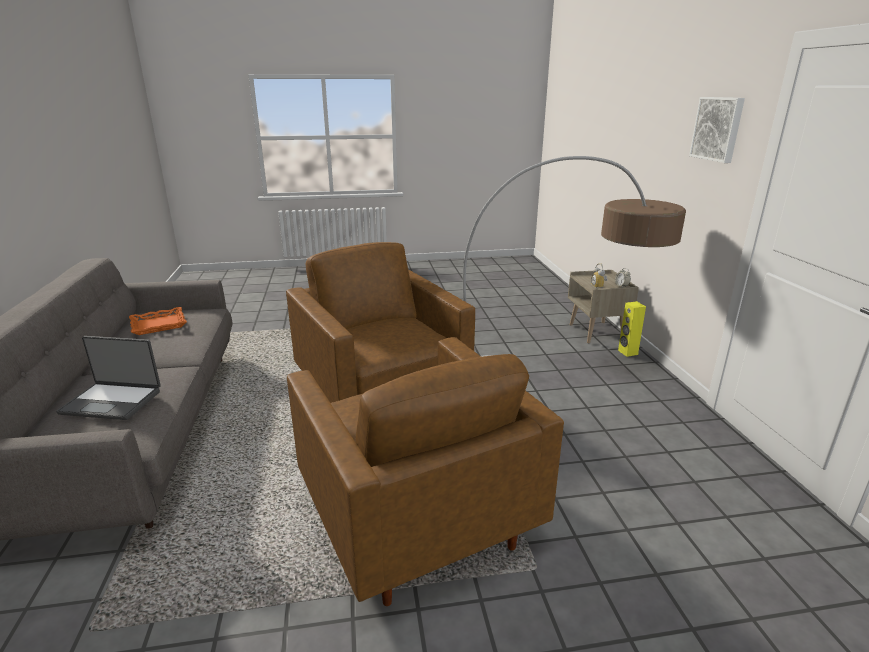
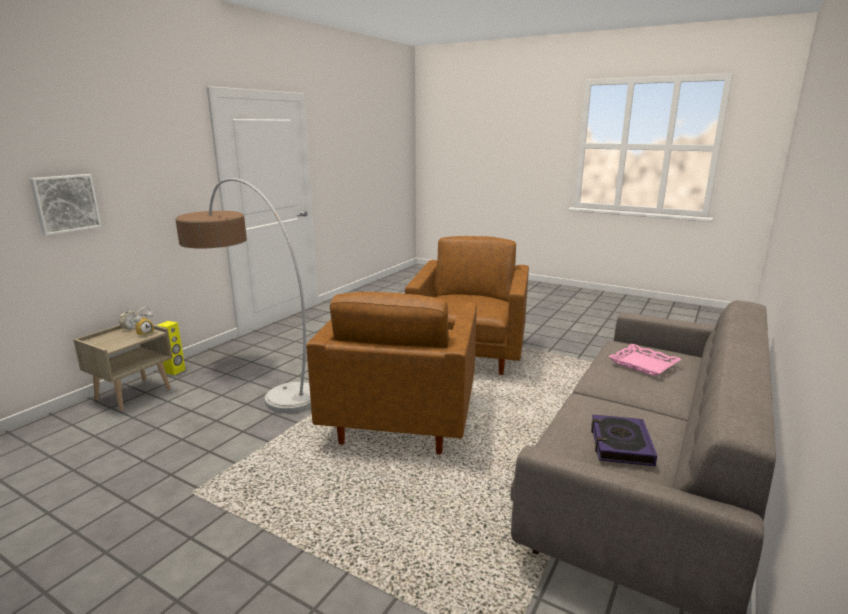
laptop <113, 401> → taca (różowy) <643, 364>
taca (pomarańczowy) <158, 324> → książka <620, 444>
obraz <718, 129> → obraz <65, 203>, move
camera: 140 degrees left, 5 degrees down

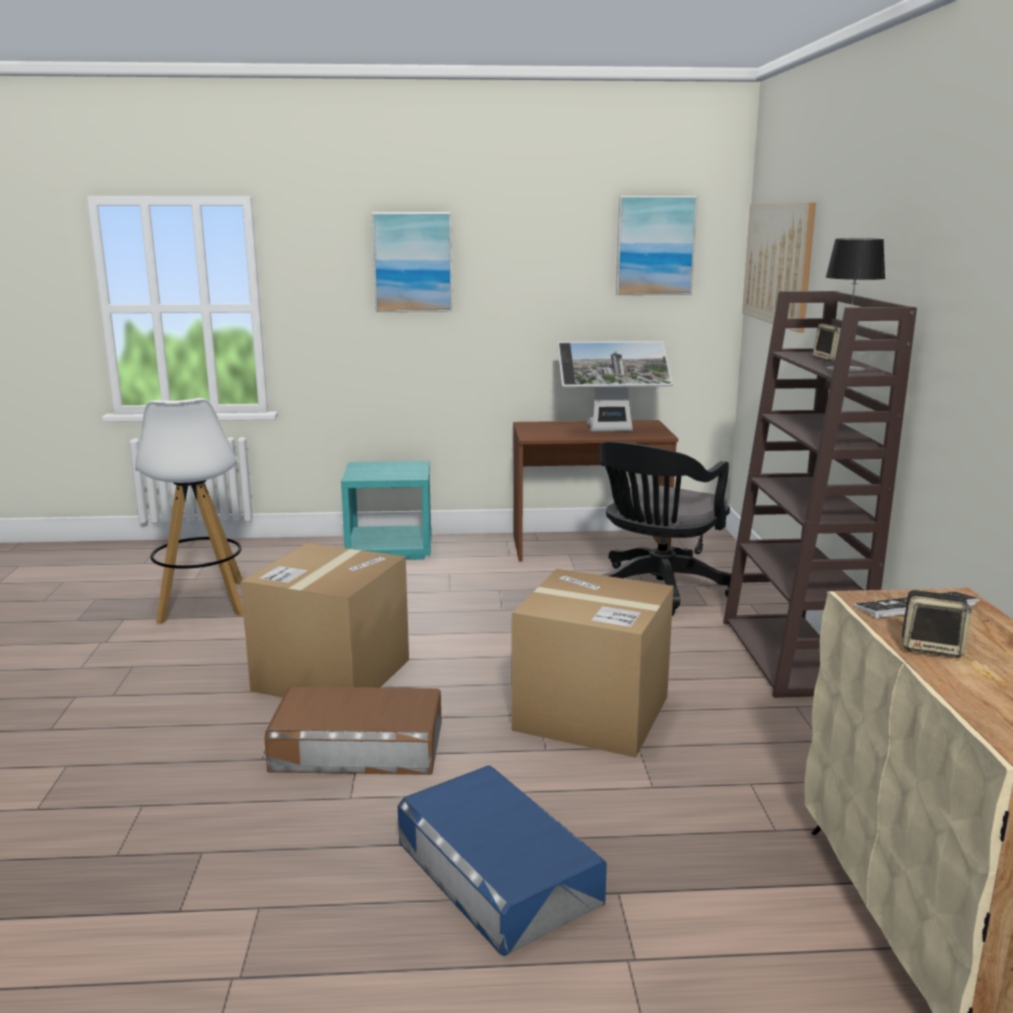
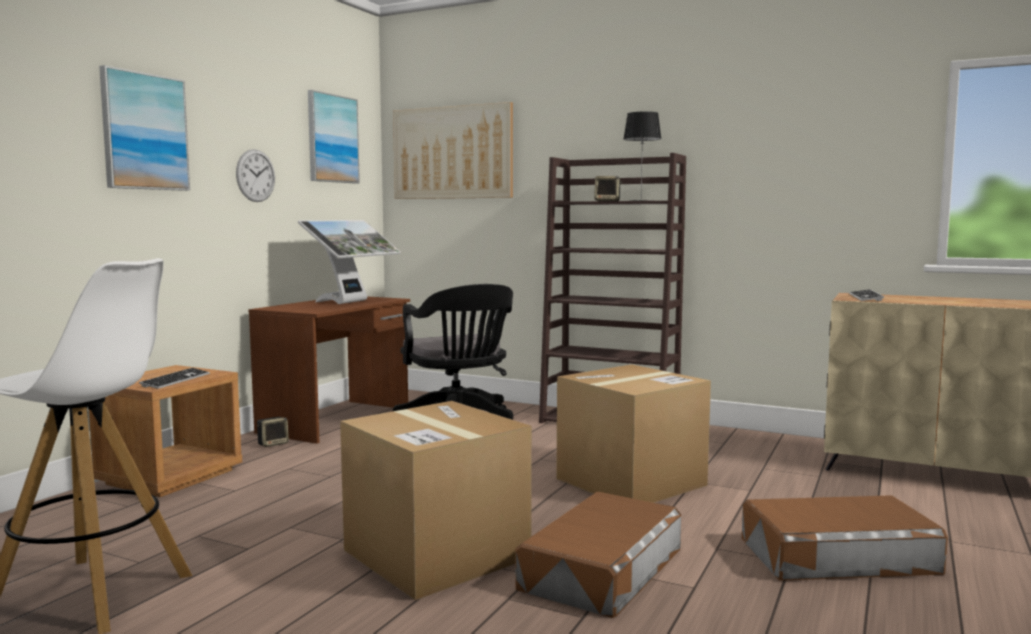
szafka nocna (turkusowy) <390, 549> → szafka nocna (brązowy) <171, 477>
pojemnik do przechowywania (niebieski) <498, 871> → pojemnik do przechowywania (brązowy) <837, 555>
głośnik <932, 648> → głośnik <273, 444>, move
- → klawiatura <176, 380>
- → zegar ścienny <255, 175>
camera: 60 degrees left, 10 degrees down

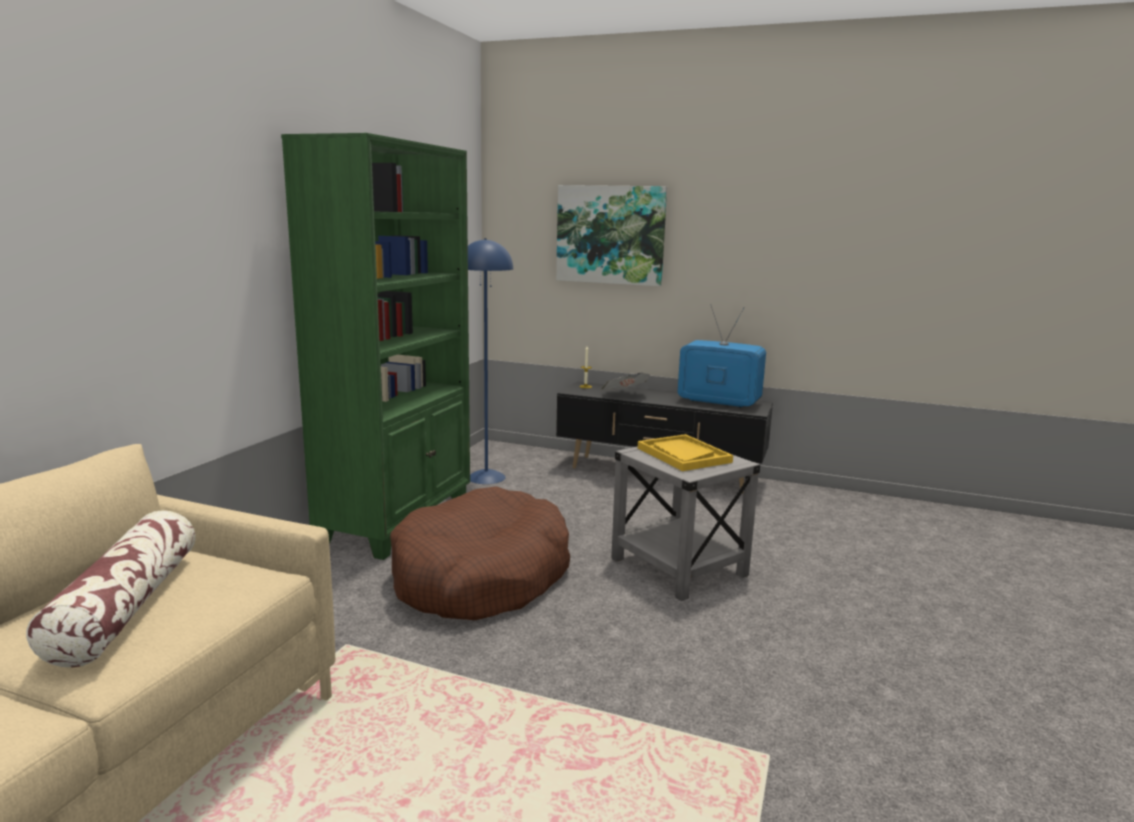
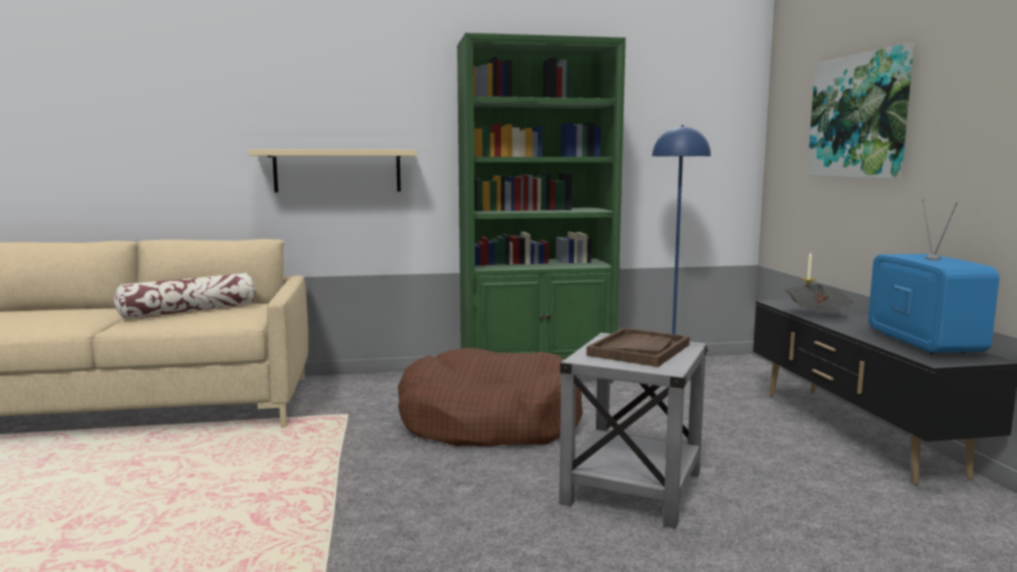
taca (żółty) <683, 455> → taca (brązowy) <639, 350>
- → półka (beżowy) <337, 171>
camera: 60 degrees right, 5 degrees down

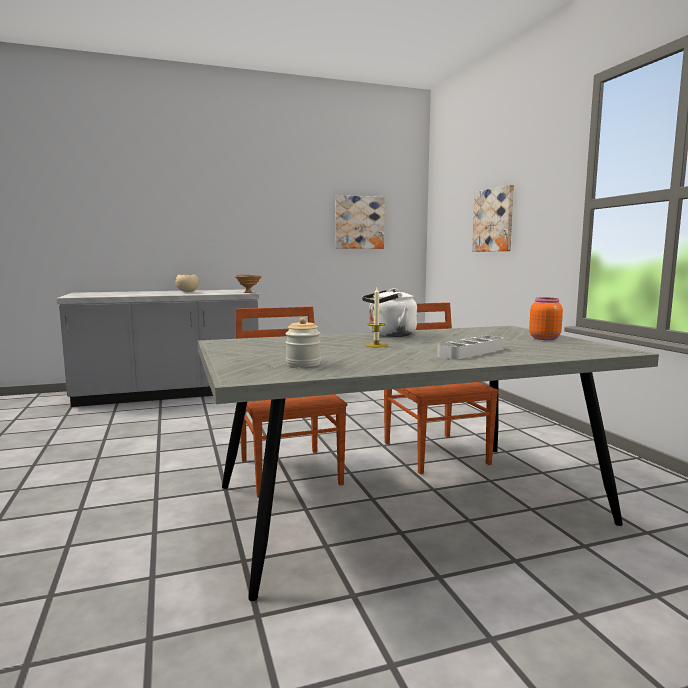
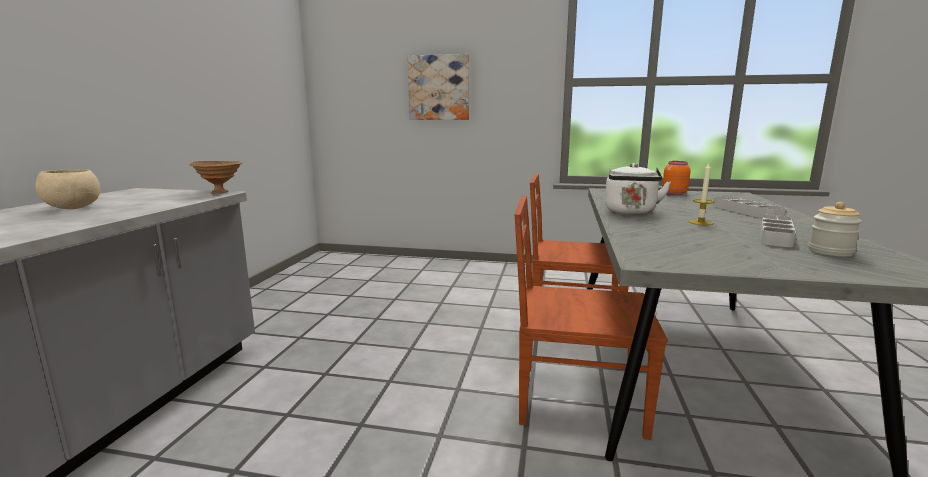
obraz <359, 222> → -
- → taca (szary) <775, 235>
camera: 60 degrees left, 5 degrees up

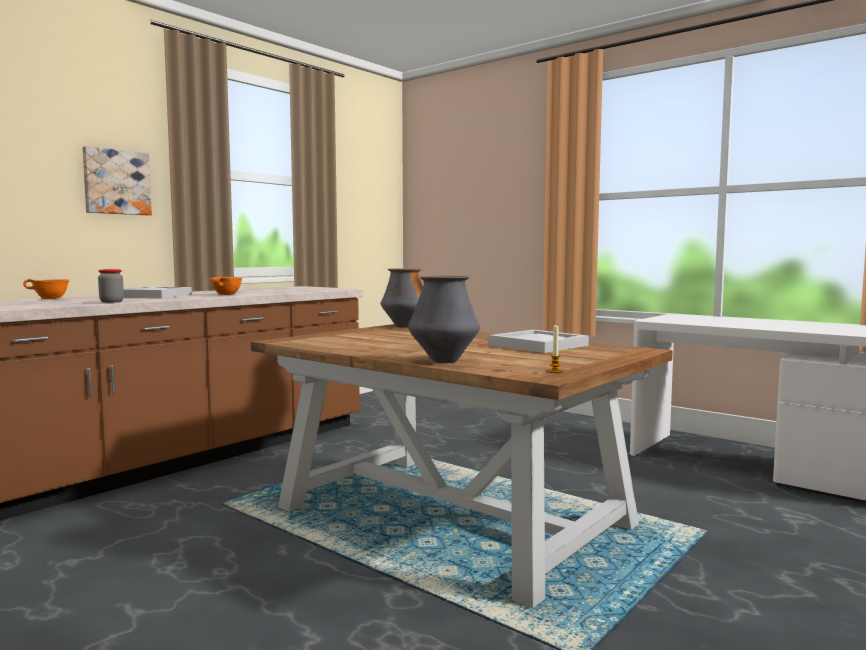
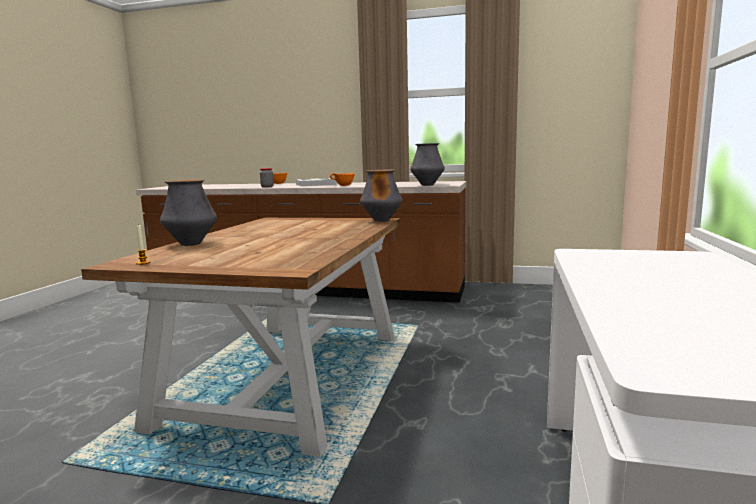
obraz <116, 182> → -
taca (biały) <538, 345> → -
- → wazon <427, 185>
camera: 65 degrees right, 5 degrees up

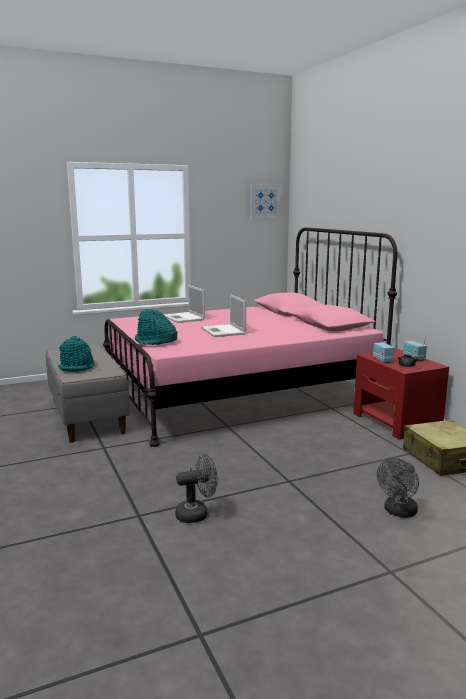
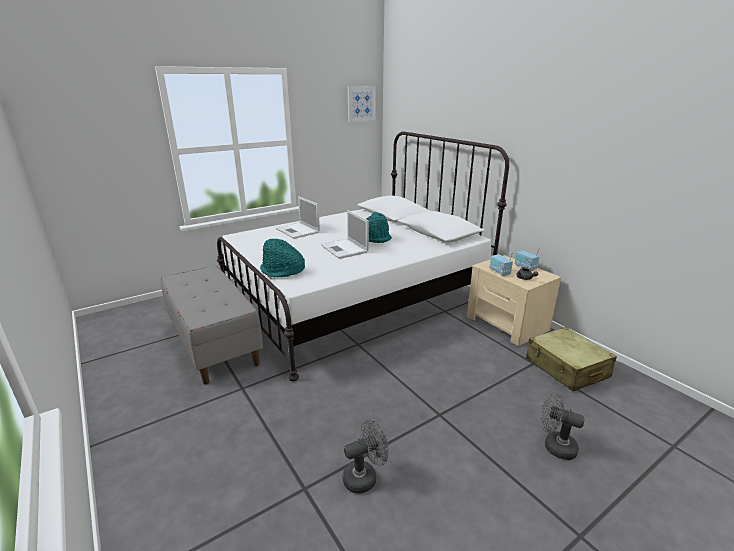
kapelusz (turkusowy) <77, 367> → kapelusz (turkusowy) <376, 238>, move
łóżko (różowy) <239, 393> → łóżko (biały) <356, 299>
szafka nocna (czerwony) <396, 422> → szafka nocna (beżowy) <507, 323>
wentylator (szary) <398, 512> → wentylator (szary) <554, 446>, 90 degrees clockwise
camera: 10 degrees left, 10 degrees up

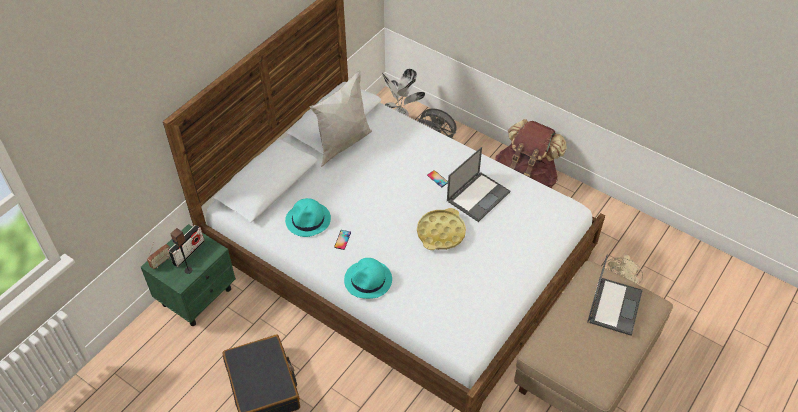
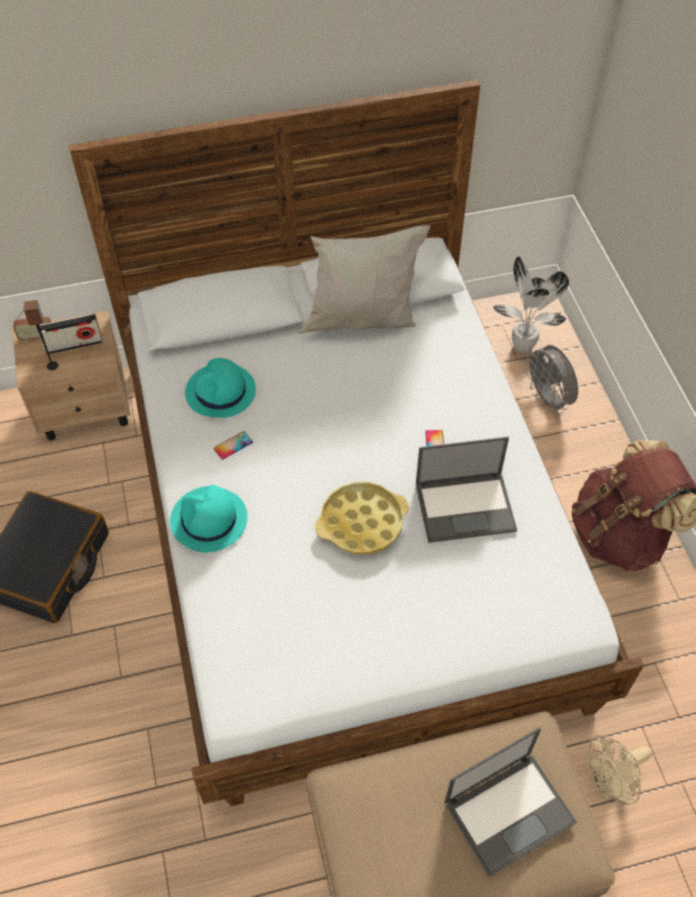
szafka nocna (zielony) <198, 296> → szafka nocna (beżowy) <86, 408>
camera: 40 degrees right, 5 degrees up

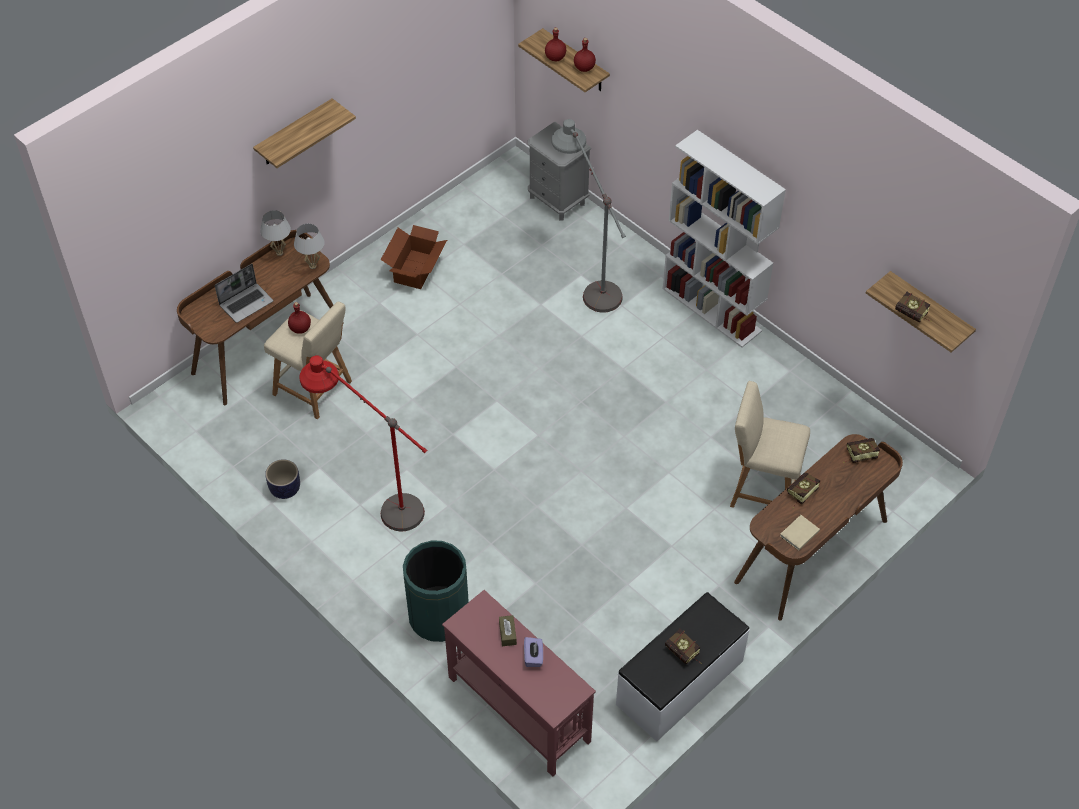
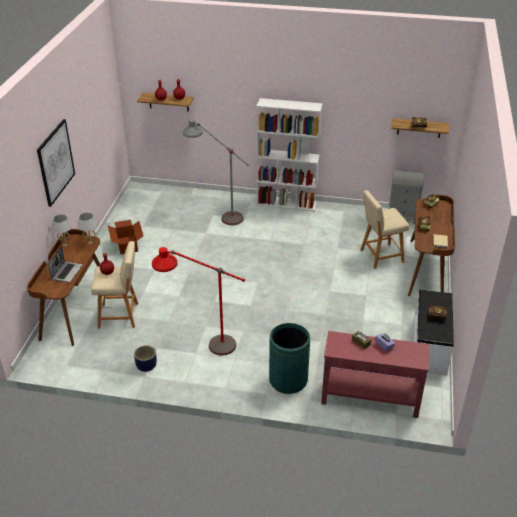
półka <294, 133> → obraz <55, 162>
szafka nocna (szary) <557, 200> → szafka nocna (szary) <402, 217>, move
camera: 35 degrees left, 15 degrees down

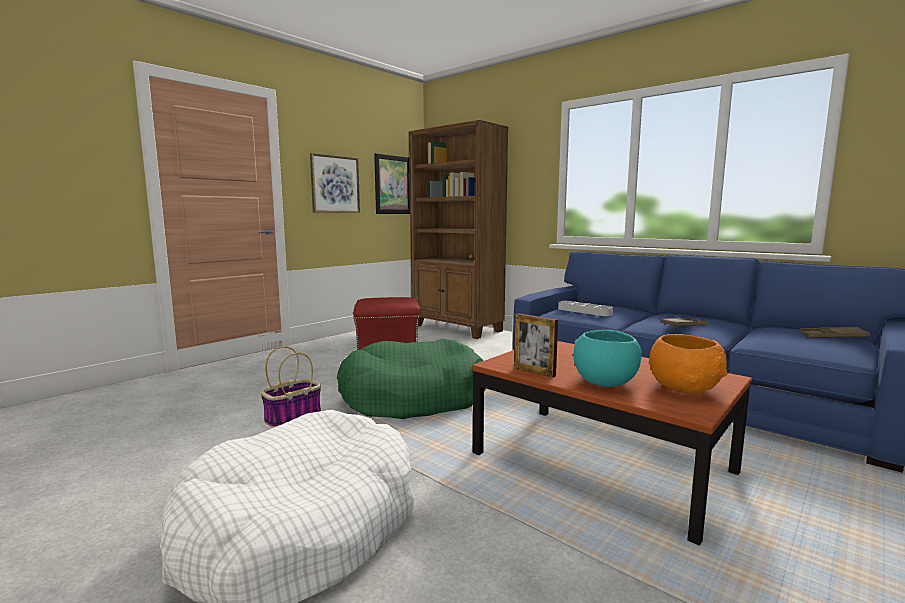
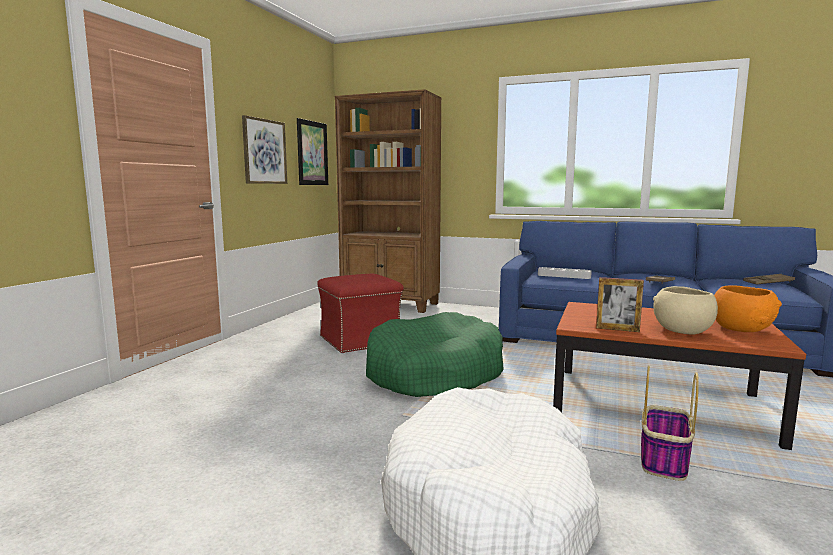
koszyk <293, 417> → koszyk <663, 460>, move
miska (turkusowy) <604, 381> → miska (beżowy) <681, 331>
camera: 20 degrees left, 0 degrees up

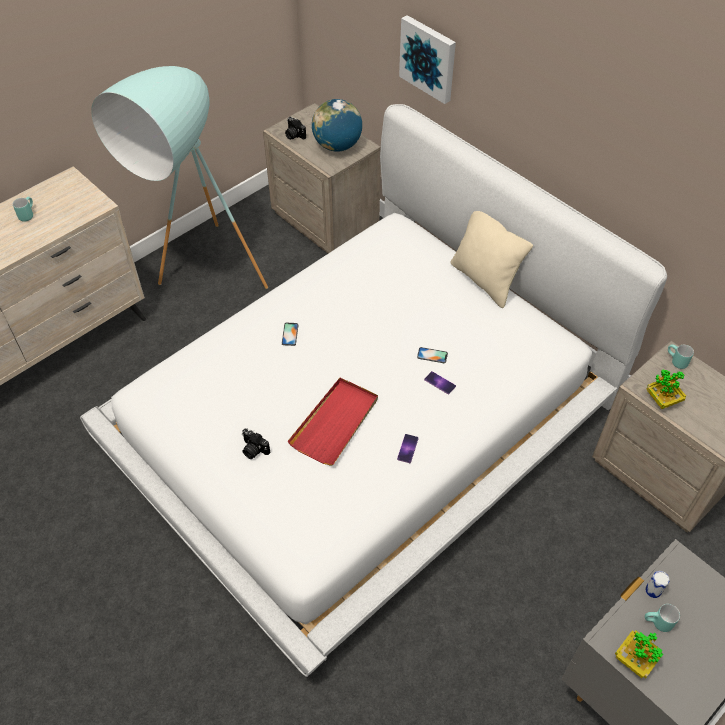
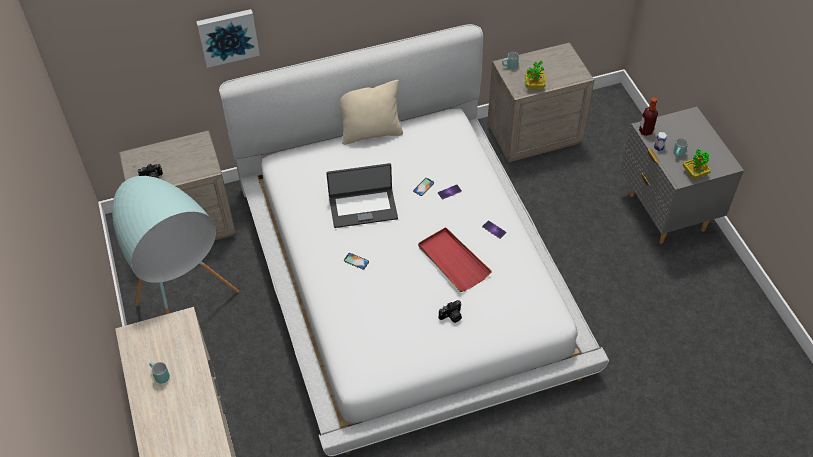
globus <337, 146> → -
- → laptop <363, 207>
- → butelka <645, 131>
camera: 65 degrees left, 0 degrees up

